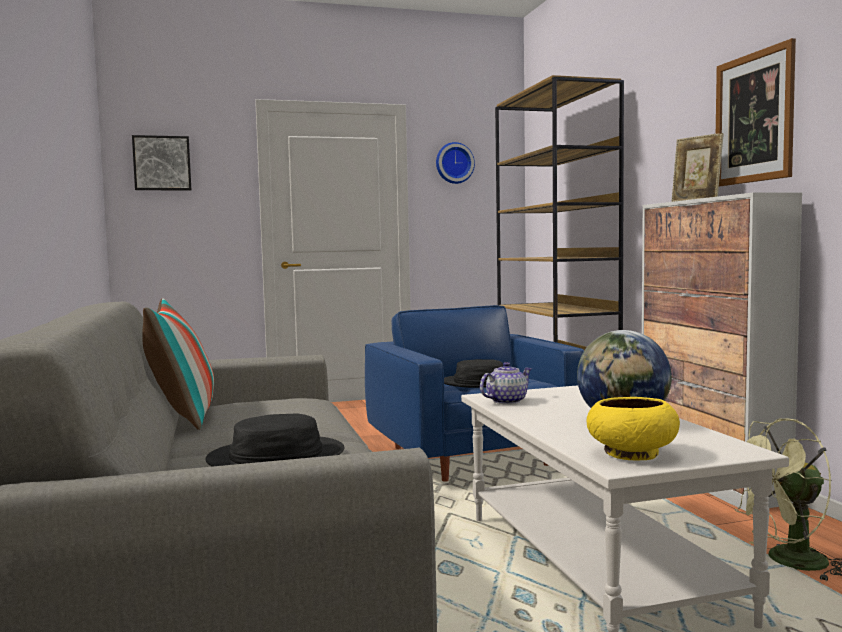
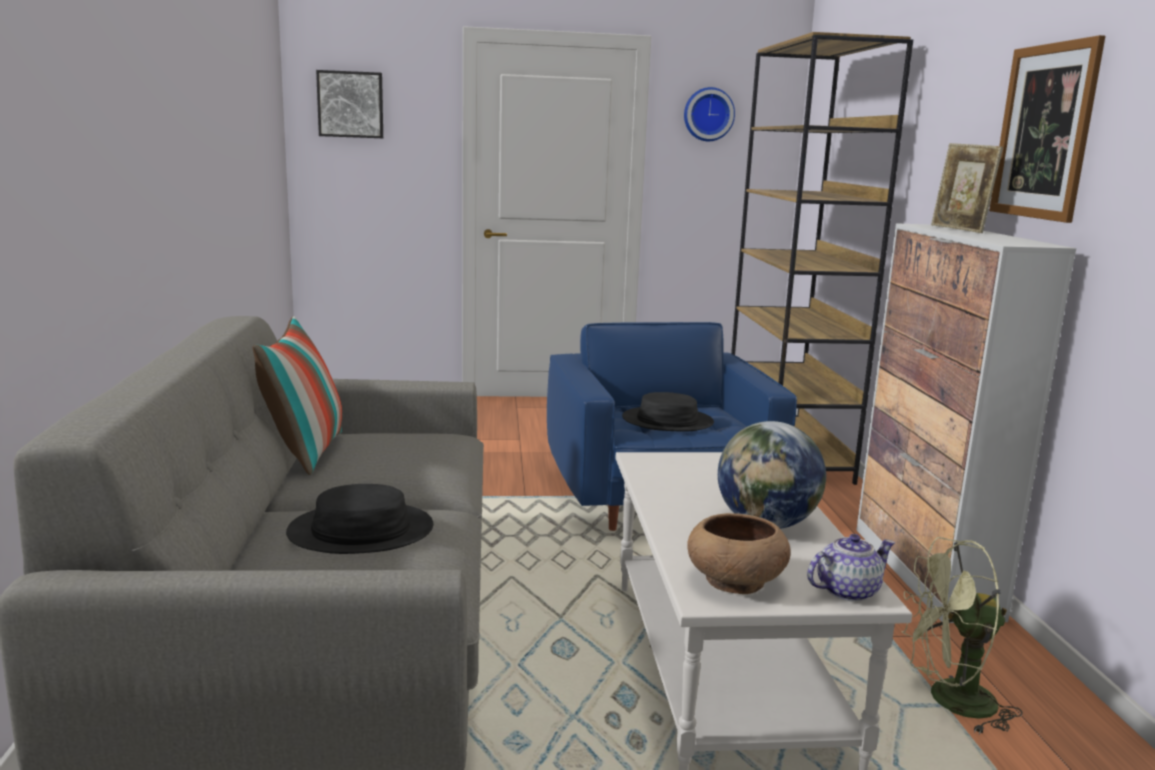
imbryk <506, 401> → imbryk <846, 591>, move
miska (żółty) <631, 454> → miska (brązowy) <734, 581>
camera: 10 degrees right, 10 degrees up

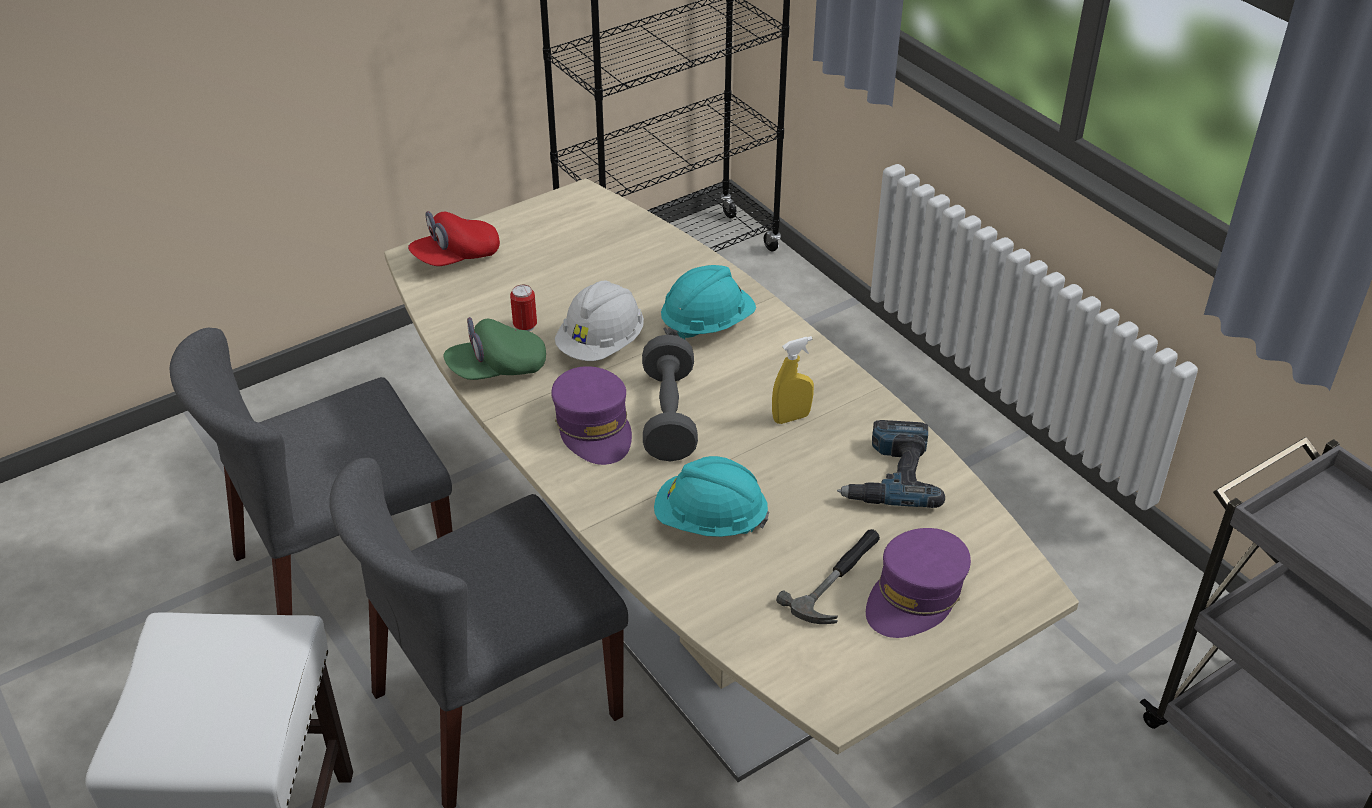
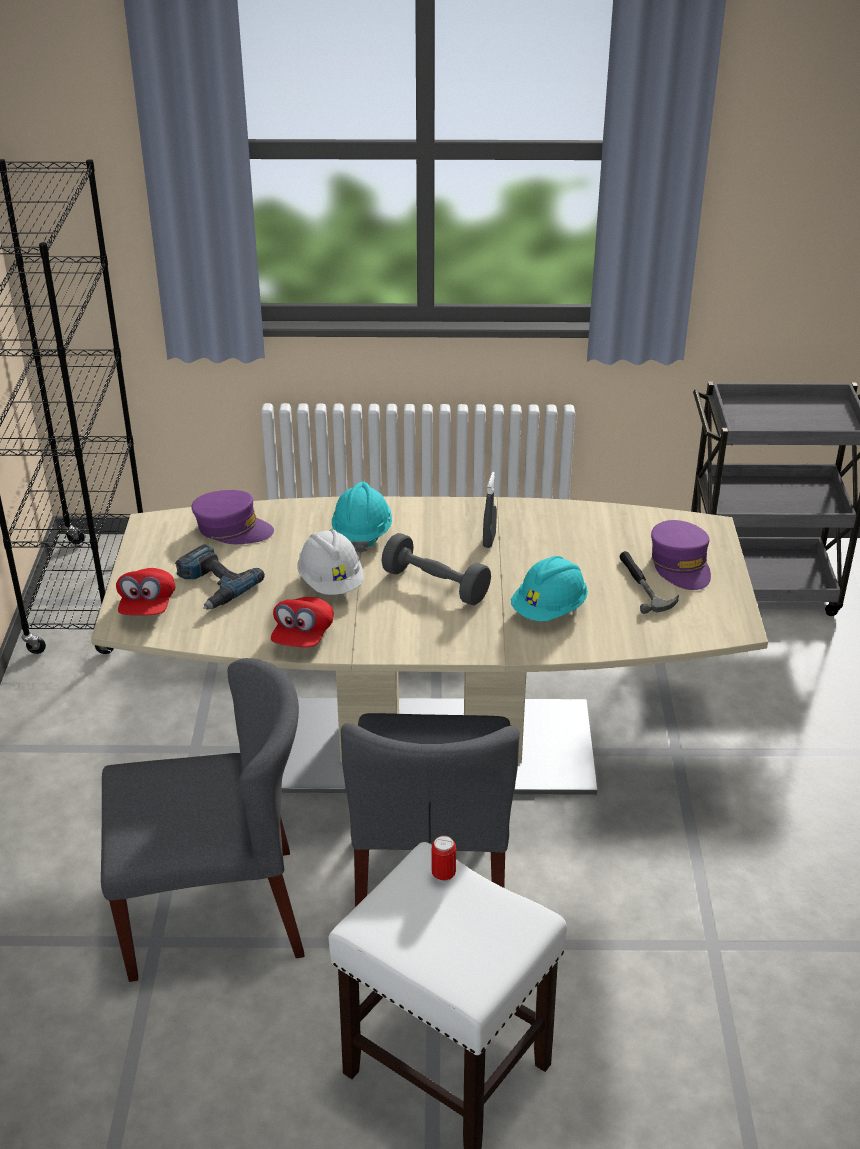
krzesło (szary) <343, 571> → krzesło (szary) <214, 912>, 105 degrees counterclockwise
czapka z daszkiem (zielony) <497, 369> → czapka z daszkiem (czerwony) <303, 636>
puszka <525, 326> → puszka <443, 874>, move
czapka z daszkiem (fioletowy) <594, 427> → czapka z daszkiem (fioletowy) <232, 529>, move
spryskiwacz (żółty) <791, 417> → spryskiwacz (szary) <489, 541>
wiertarka <889, 475> → wiertarka <213, 585>, move
camera: 55 degrees left, 5 degrees down

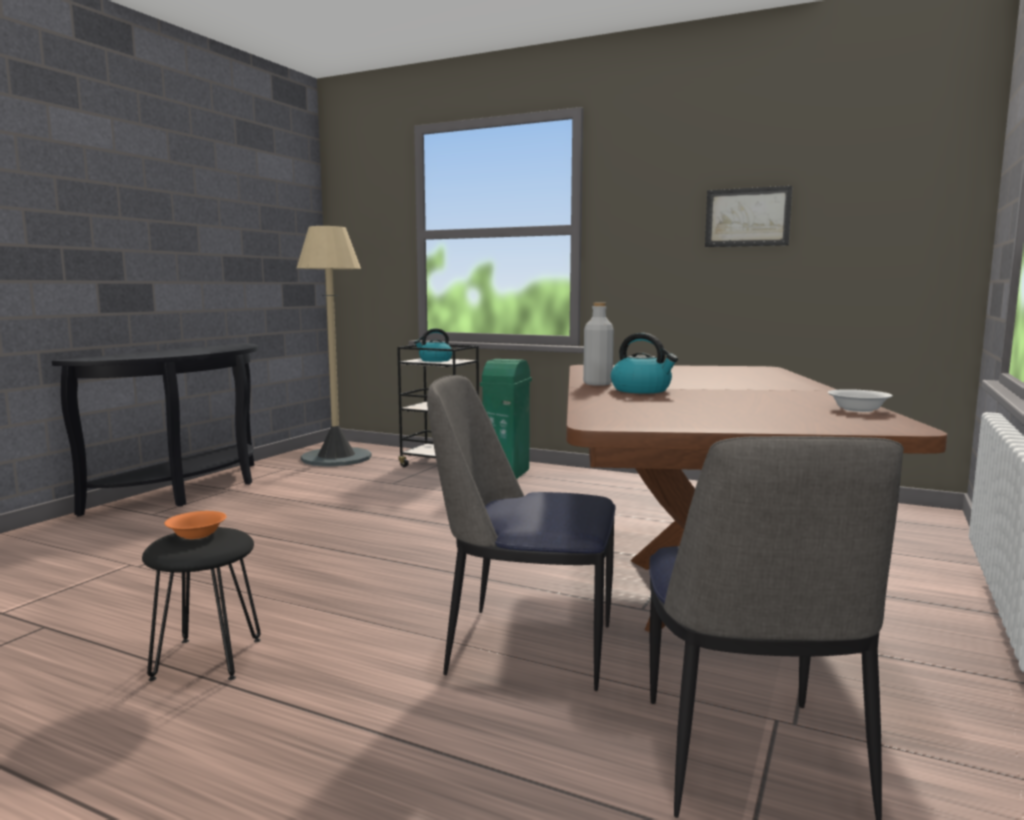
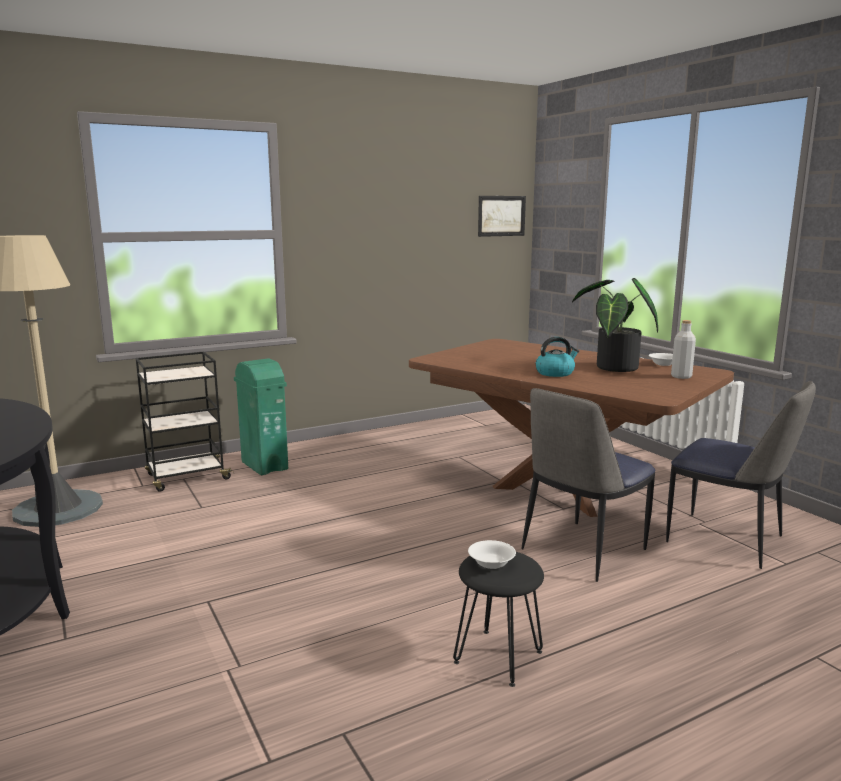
miska (pomarańczowy) <196, 535> → miska (biały) <492, 563>
czajnik <435, 360> → -
butelka (szary) <597, 384> → butelka (szary) <681, 376>, move
obraz <747, 217> → obraz <501, 216>, move
- → roślina doniczkowa <613, 368>
camera: 55 degrees left, 5 degrees up

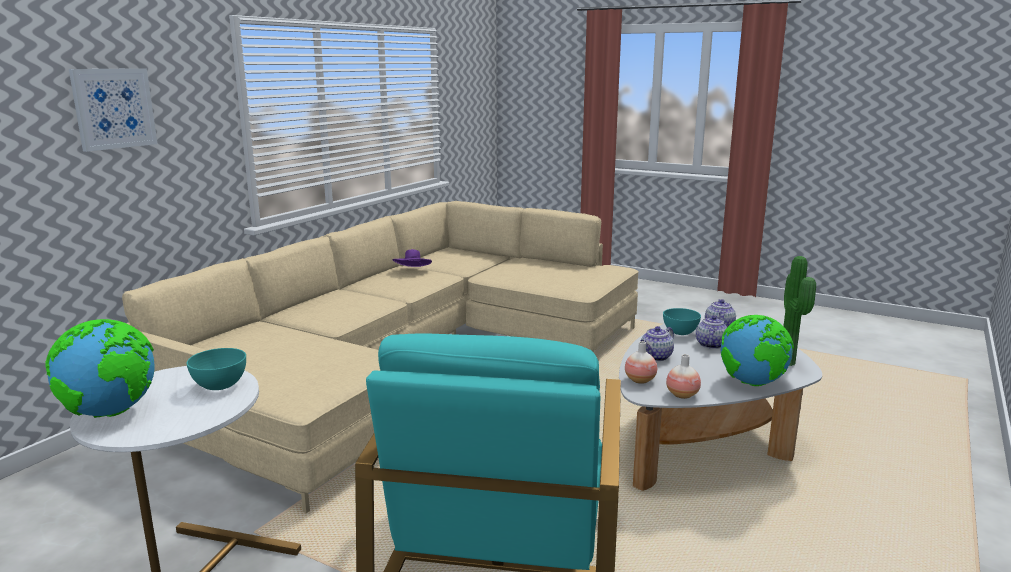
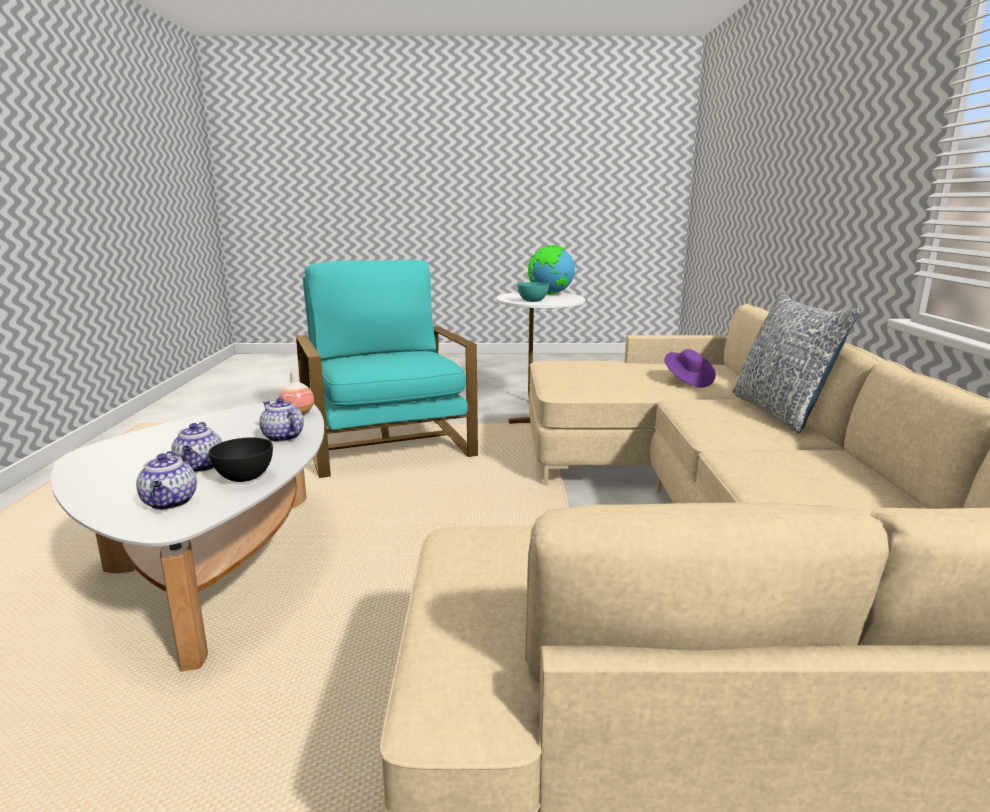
obraz <113, 108> → -
kapelusz (fioletowy) <413, 271> → kapelusz (fioletowy) <687, 381>, move
imbryk <656, 357> → imbryk <282, 437>, 60 degrees counterclockwise
miska (turkusowy) <680, 332> → miska (czarny) <245, 477>
wazon <682, 395> → -
globus <753, 383> → -
roślina doniczkowa <790, 362> → -
- → poduszka <780, 412>
camera: 150 degrees right, 0 degrees up

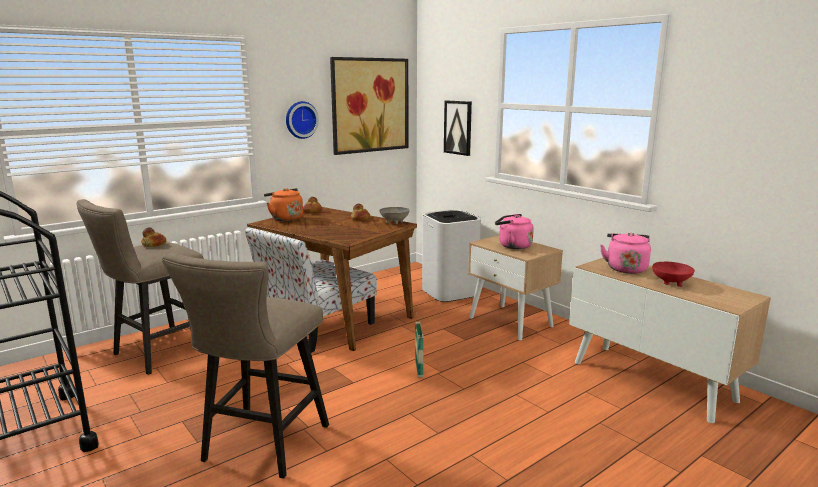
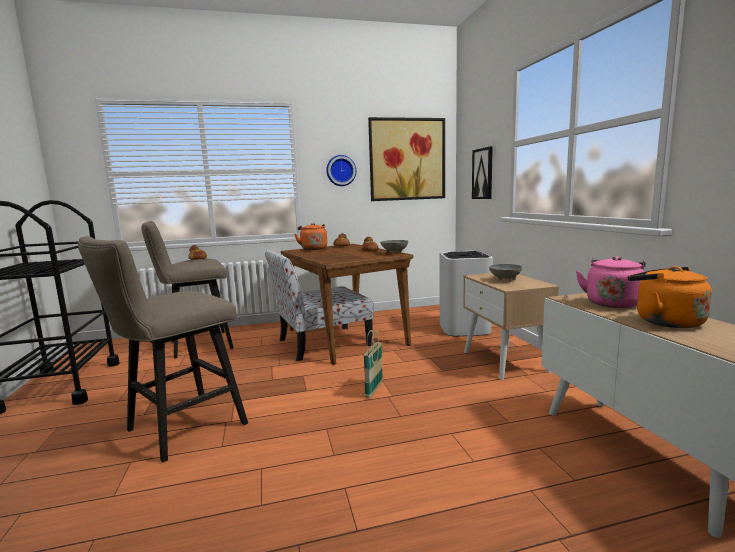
czajnik (różowy) <512, 246> → miska (szary) <504, 280>
miska (czerwony) <670, 283> → czajnik (pomarańczowy) <664, 321>
camera: 25 degrees right, 5 degrees down

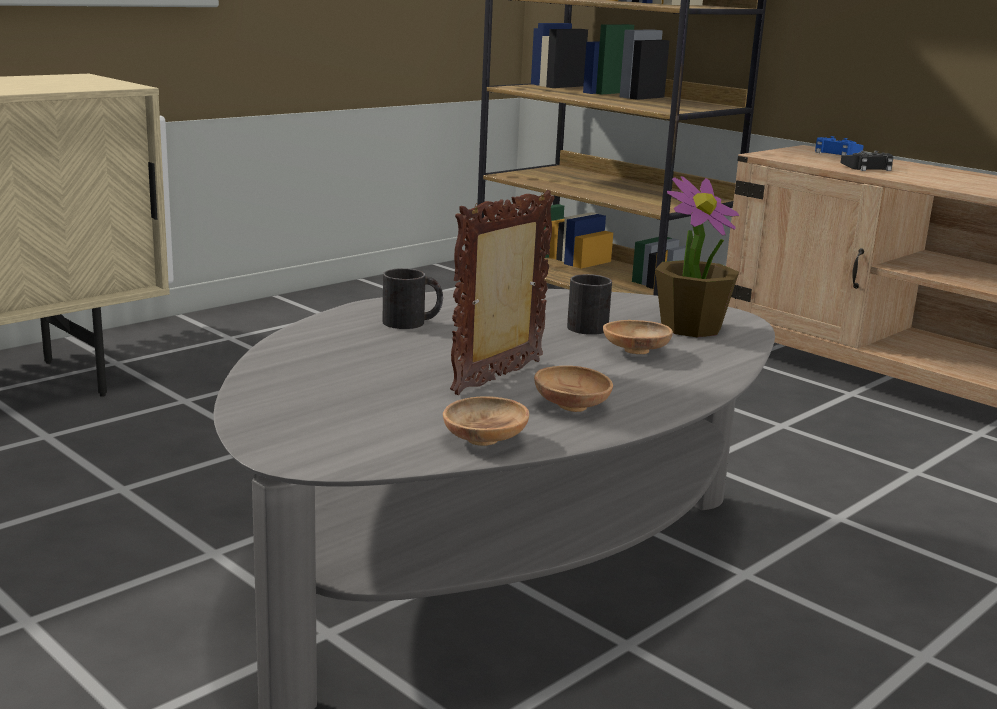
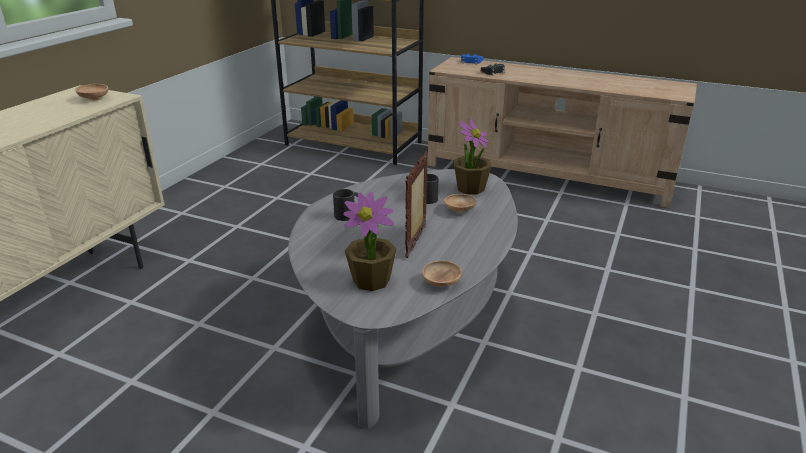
miska (brązowy) <571, 406> → miska (brązowy) <94, 98>, move
- → roślina doniczkowa <371, 280>
camera: 20 degrees left, 10 degrees up

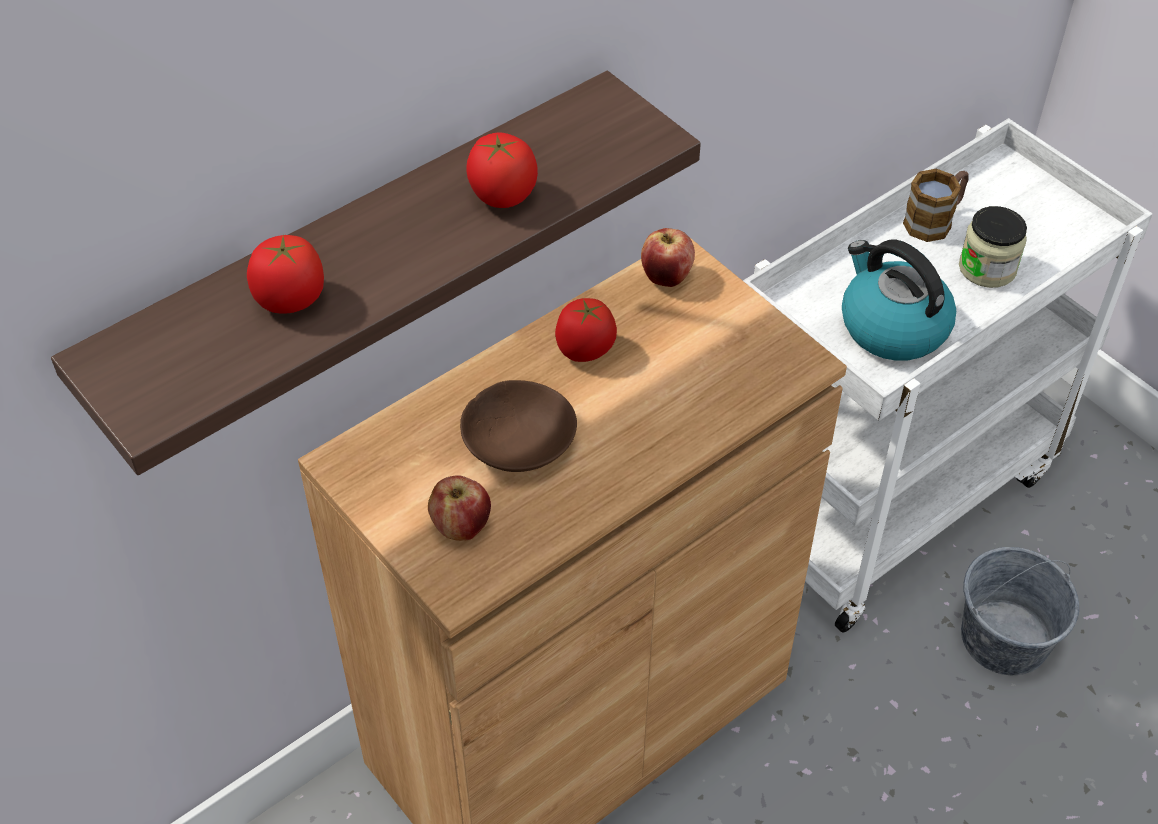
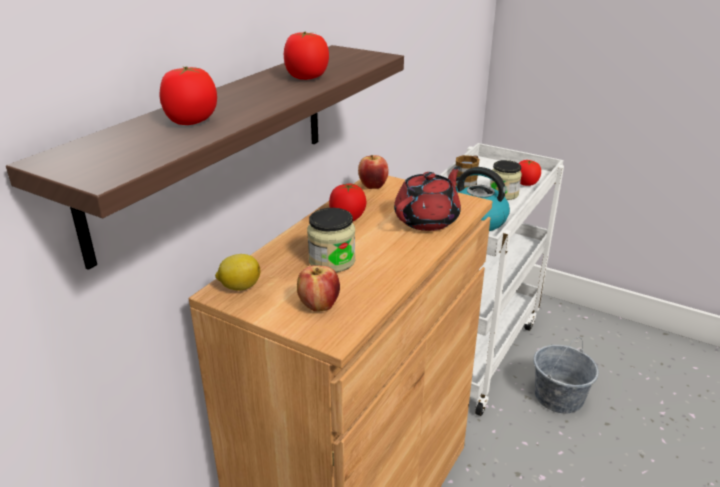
miska (brązowy) <518, 441> → słoik <332, 261>
- → cytryna <239, 287>
- → imbryk (czerwony) <427, 219>
- → pomidor <526, 184>
camera: 20 degrees left, 20 degrees down

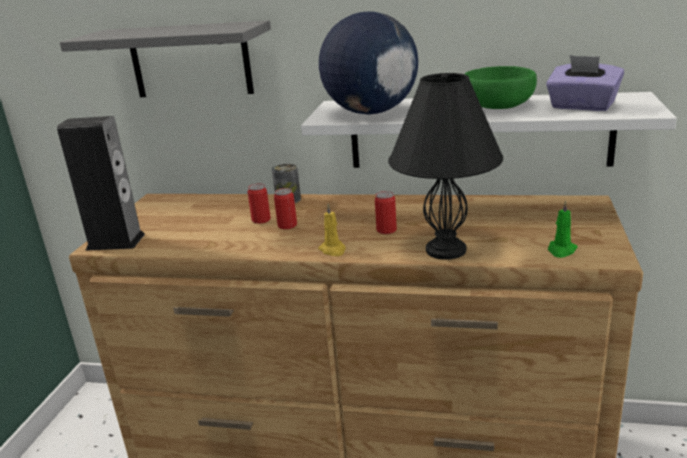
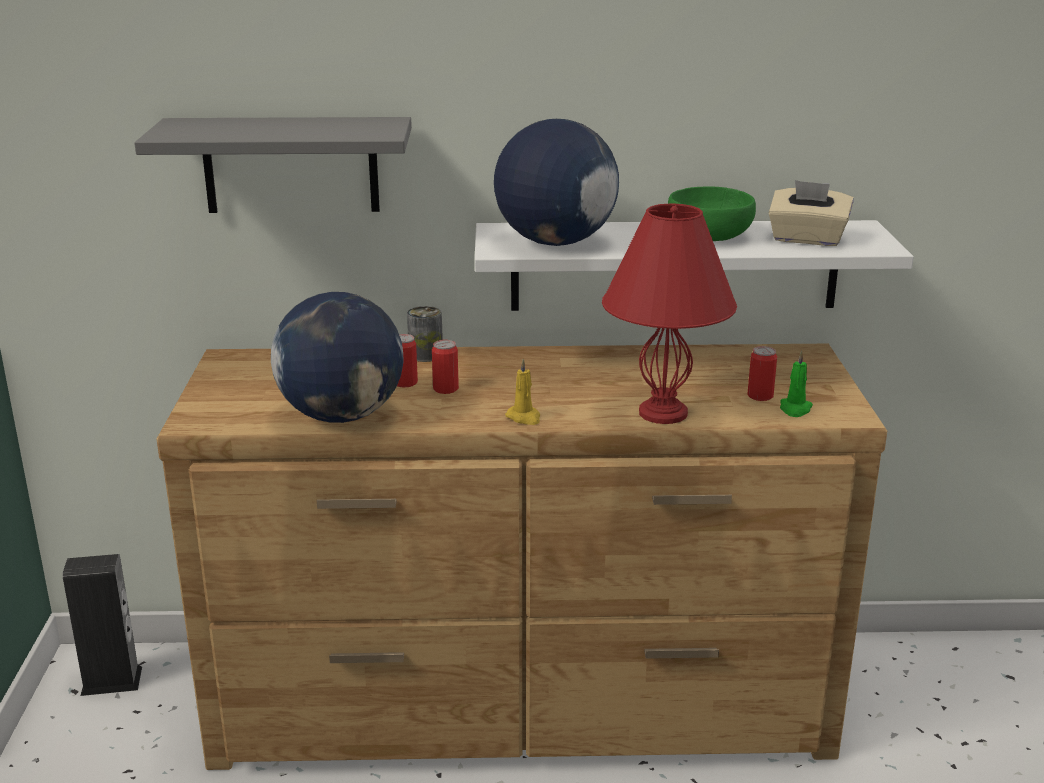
głośnik <115, 242> → głośnik <111, 681>, move
puszka <386, 230> → puszka <760, 396>, move
lampa stołowa (czarny) <447, 250> → lampa stołowa (czerwony) <664, 413>
pudełko chusteczek (fioletowy) <582, 106> → pudełko chusteczek (beżowy) <807, 239>
- → globus <342, 416>
camera: 15 degrees left, 0 degrees up

